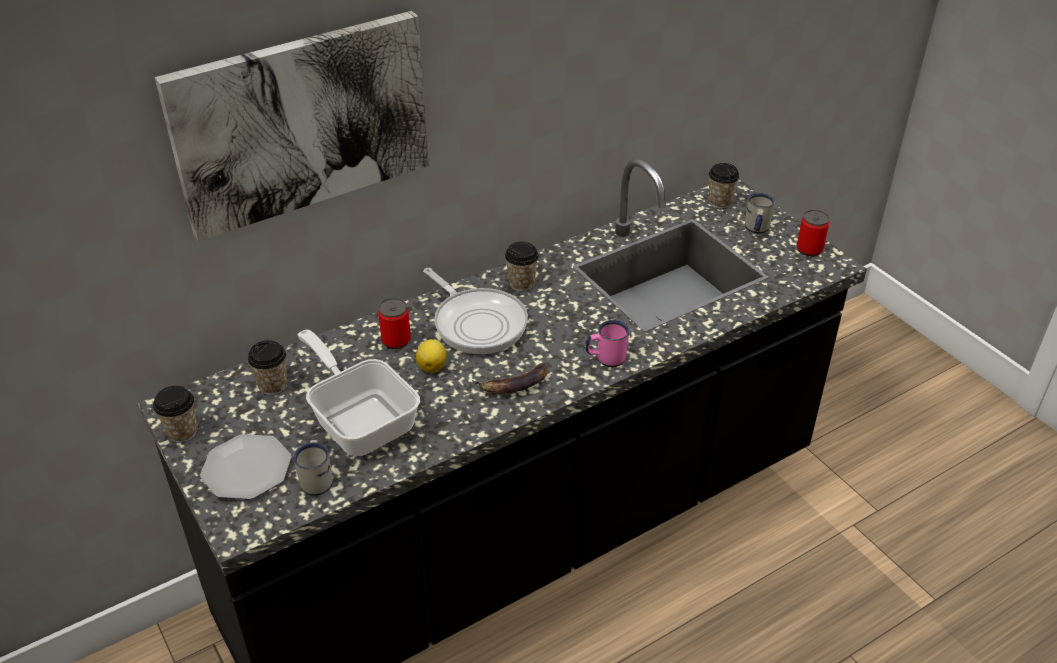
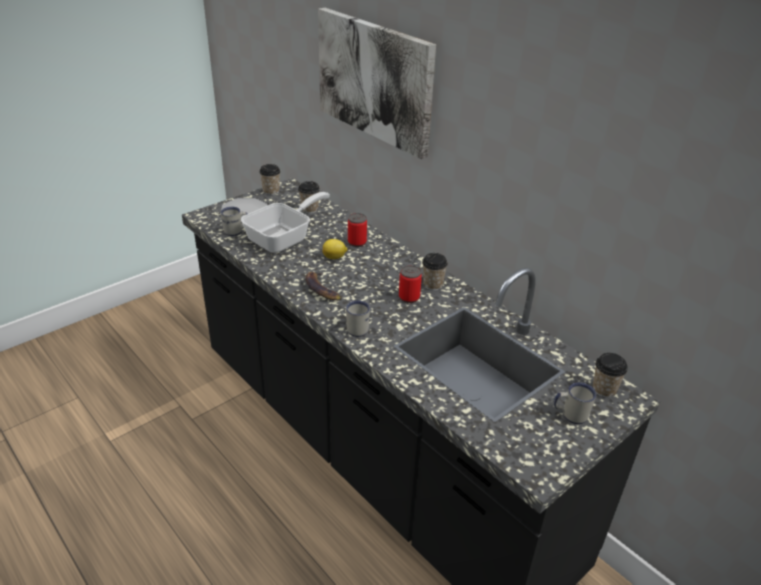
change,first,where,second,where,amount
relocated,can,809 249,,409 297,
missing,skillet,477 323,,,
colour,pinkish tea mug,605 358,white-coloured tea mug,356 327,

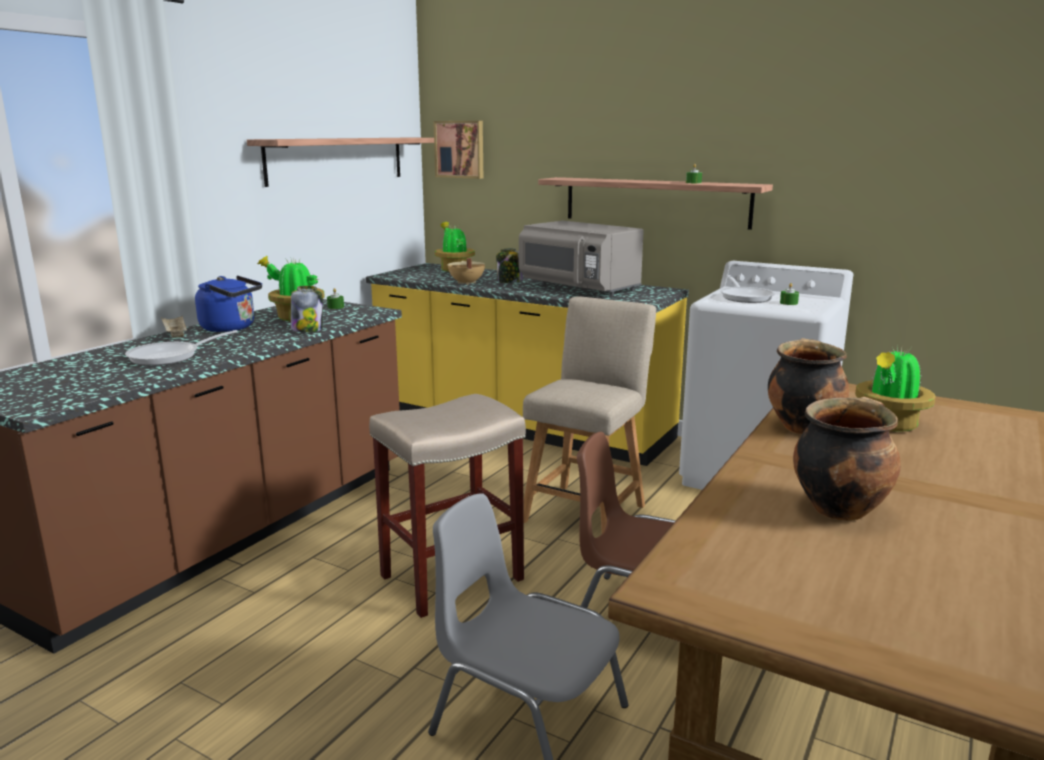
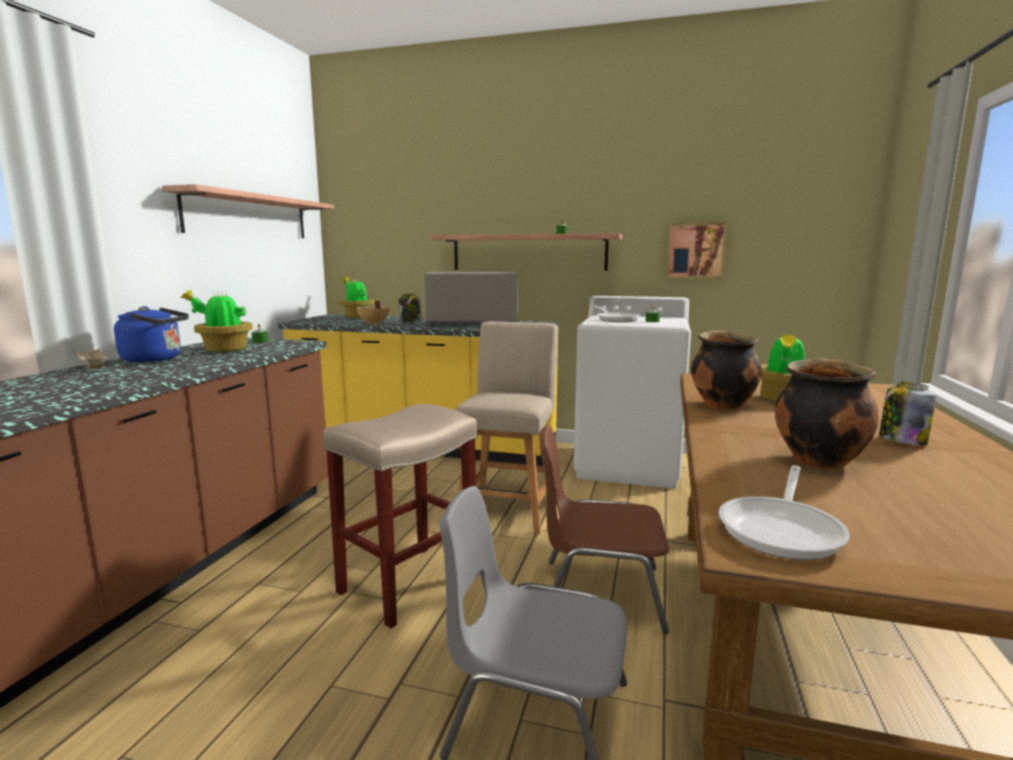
change,first,where,second,where,amount
relocated,wall picture,460 149,,695 250,
spun,grey microwave oven,579 288,,472 323,150 degrees clockwise
relocated,storage jar,307 330,,901 440,
relocated,skillet,170 357,,782 530,

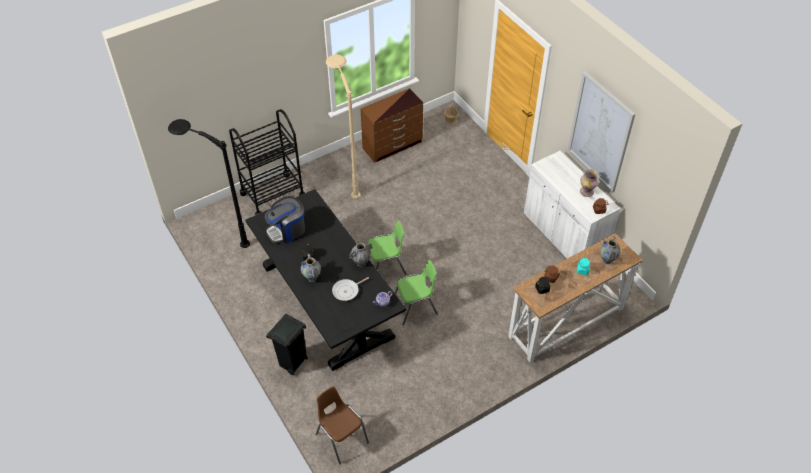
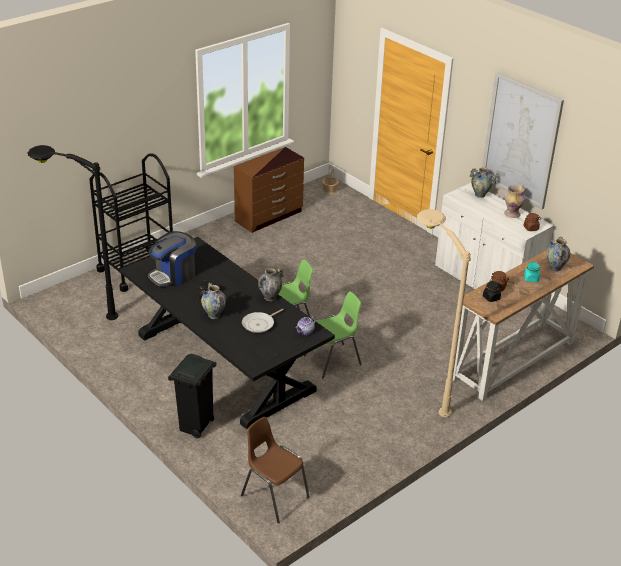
change,first,where,second,where,amount
relocated,beige floor lamp,347 175,,422 388,
appeared,,,decorative vase,480 195,

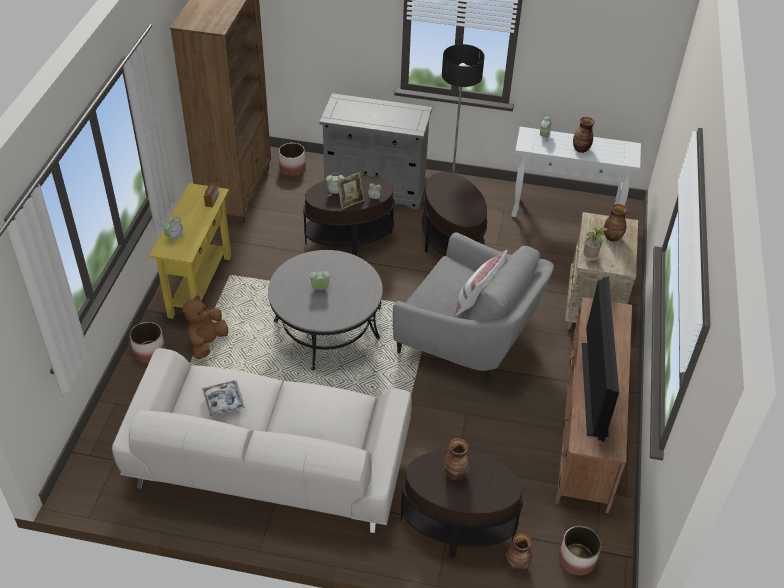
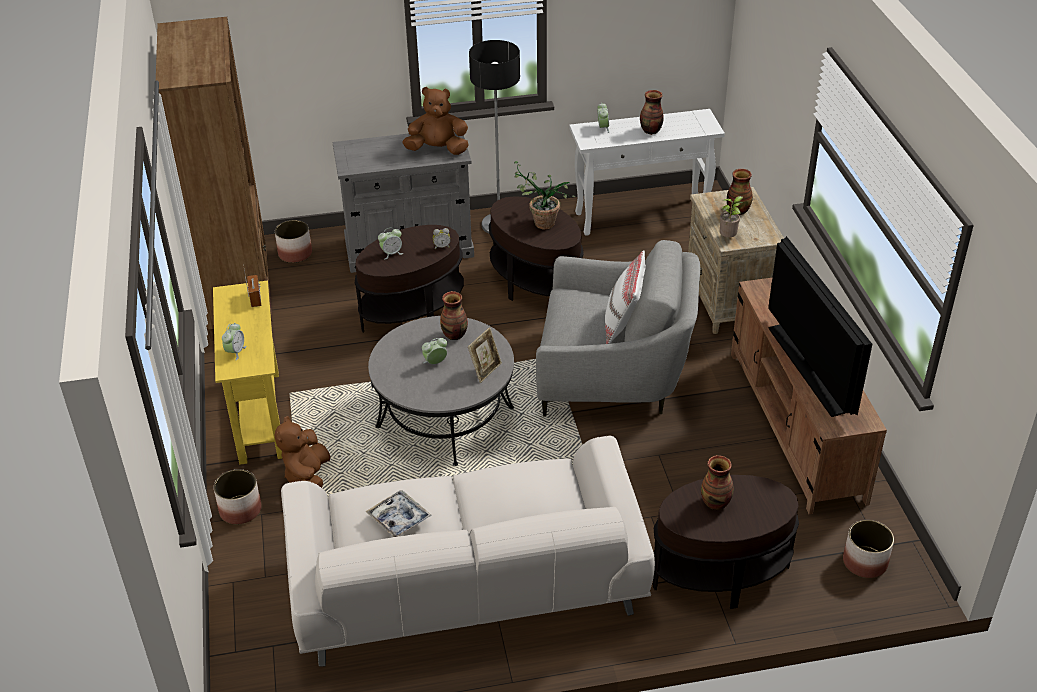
change,first,where,second,where,amount
relocated,photo frame,350 202,,485 370,
relocated,decorative vase,517 565,,455 335,
appeared,,,brown soft toy,438 150,
appeared,,,houseplant,539 223,

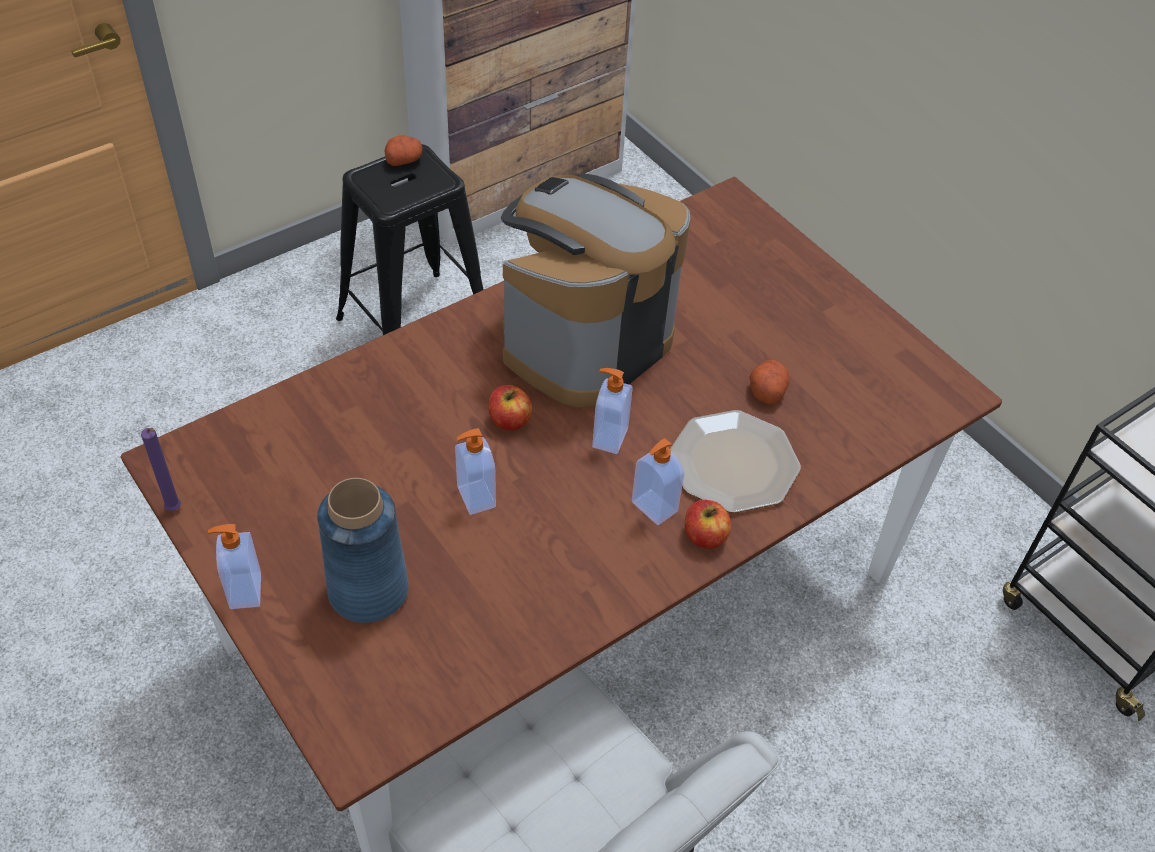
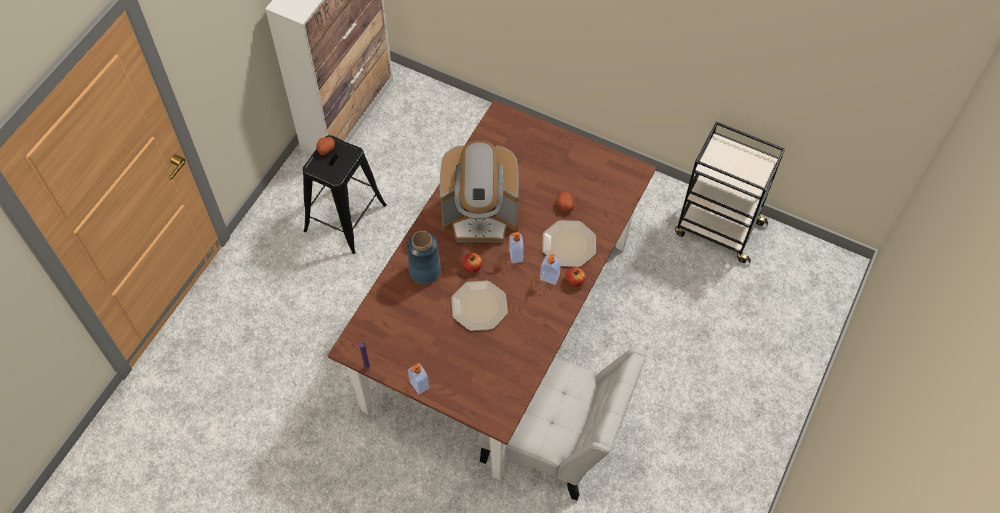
change,first,where,second,where,amount
spun,coffee machine,585 342,,480 216,105 degrees counterclockwise
exchanged,soap dispenser,474 497,plate,479 306,
relocated,bluish decorative vase,369 590,,425 270,

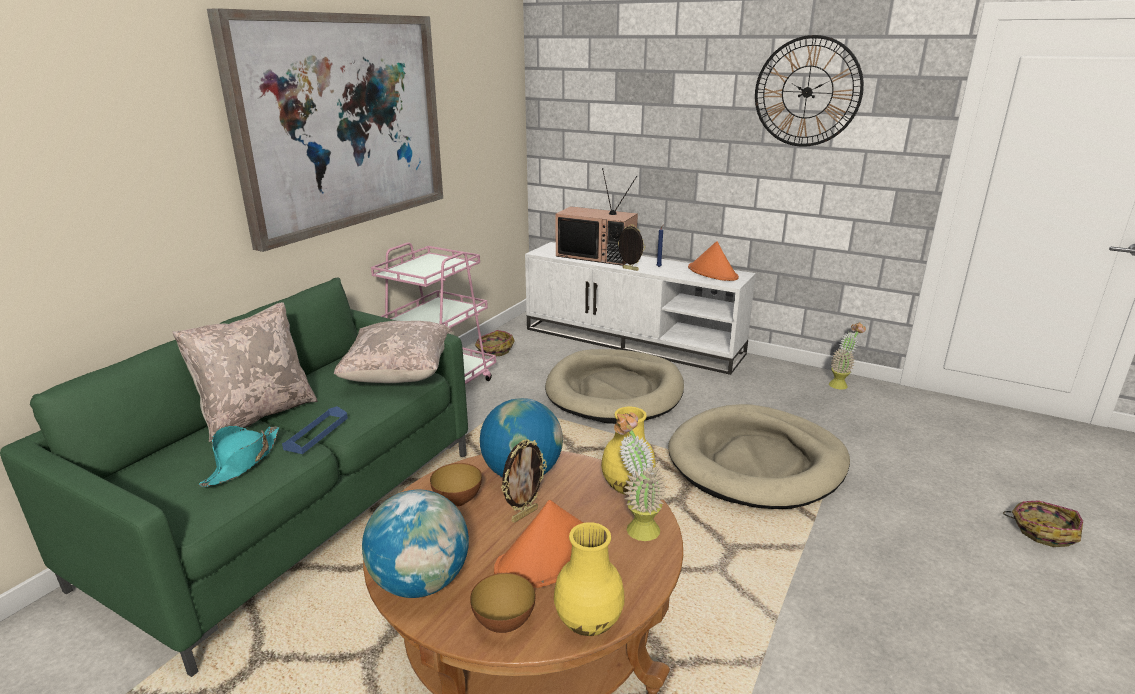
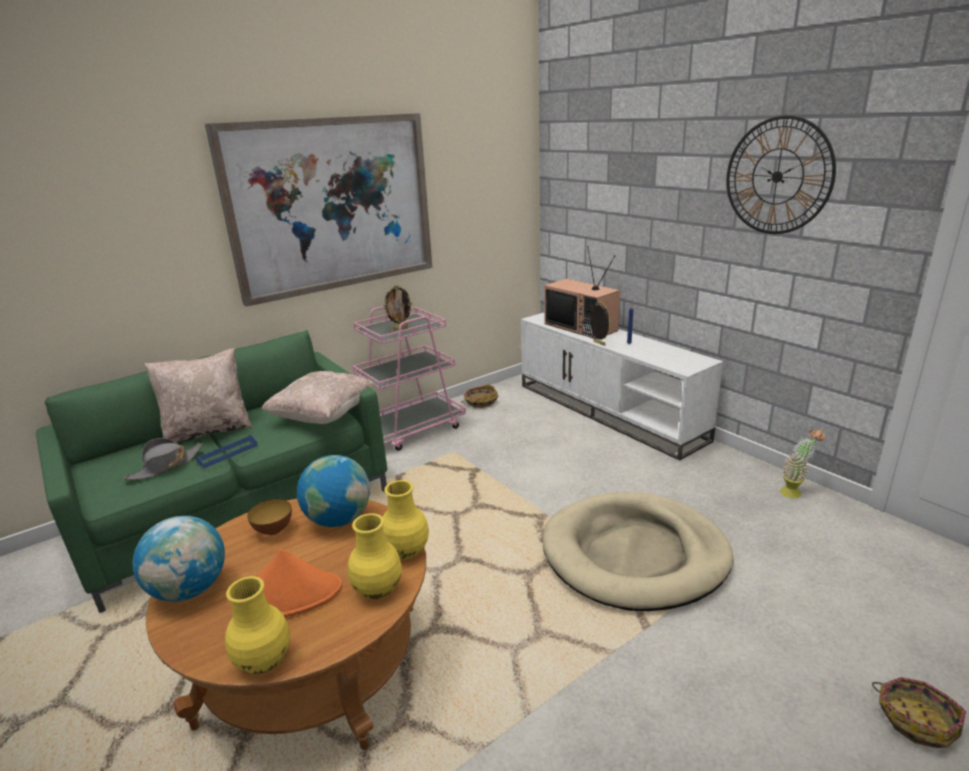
change,first,where,second,where,amount
missing,orange-coloured wearable hat,713 273,,,
missing,beige pet bed,615 391,,,
exchanged,houseplant,636 526,yellowish decorative vase,378 589,
colour,blue-green wearable hat,243 462,grey wearable hat,166 466,
relocated,photo frame,524 514,,400 329,
missing,bowl,504 623,,,

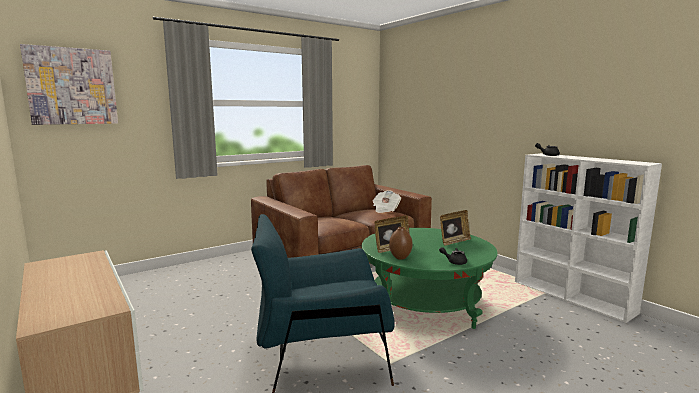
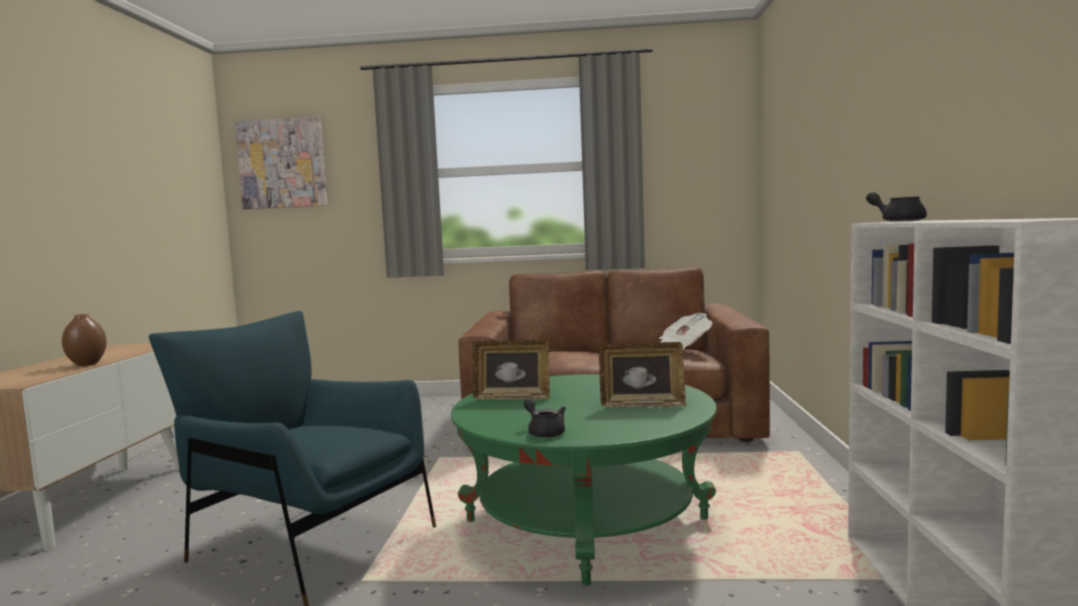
change,first,where,second,where,amount
relocated,brown decorative vase,400 258,,86 364,

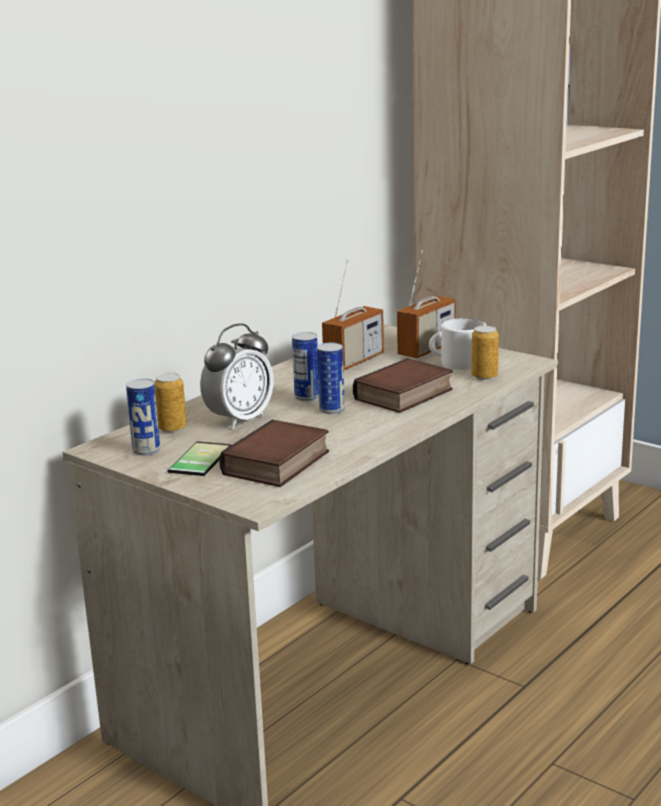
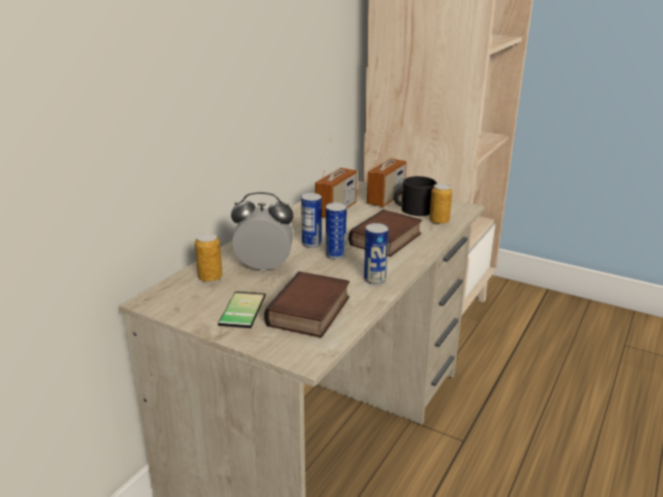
change,first,where,second,where,amount
colour,white-coloured tea mug,457 362,blackish tea mug,413 210,
spun,alarm clock,239 419,,264 267,120 degrees counterclockwise
relocated,can,146 450,,374 279,

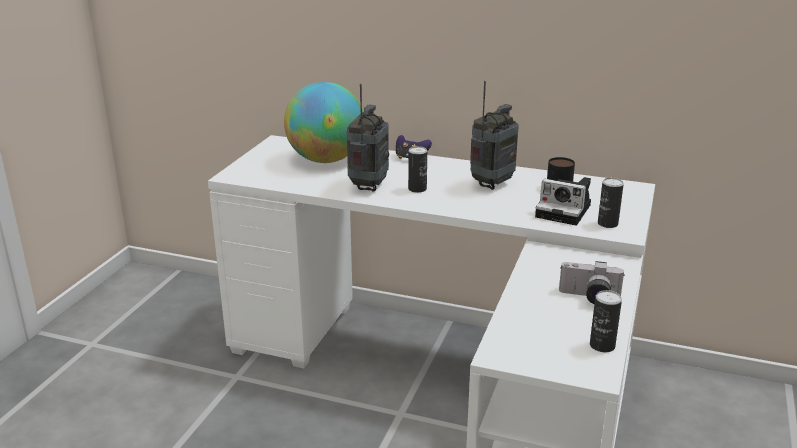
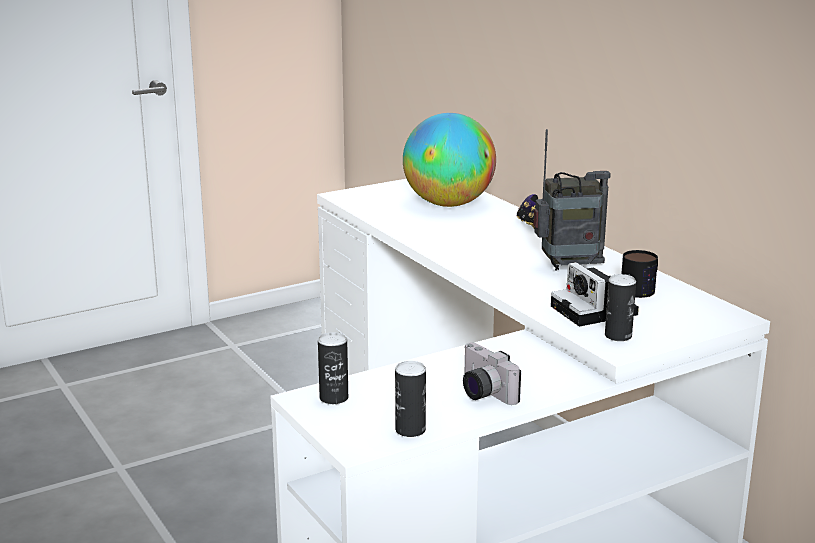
change,first,where,second,where,amount
missing,radio set,369 186,,,
relocated,can,417 189,,334 398,

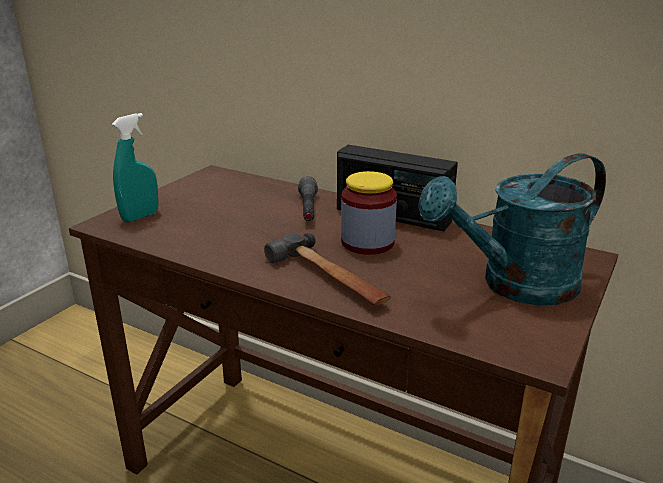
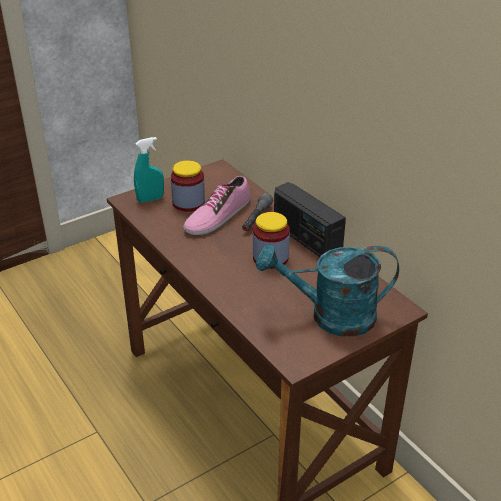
change,first,where,second,where,amount
missing,hammer,329 279,,,
appeared,,,storage jar,188 203,
appeared,,,shoe,217 216,

